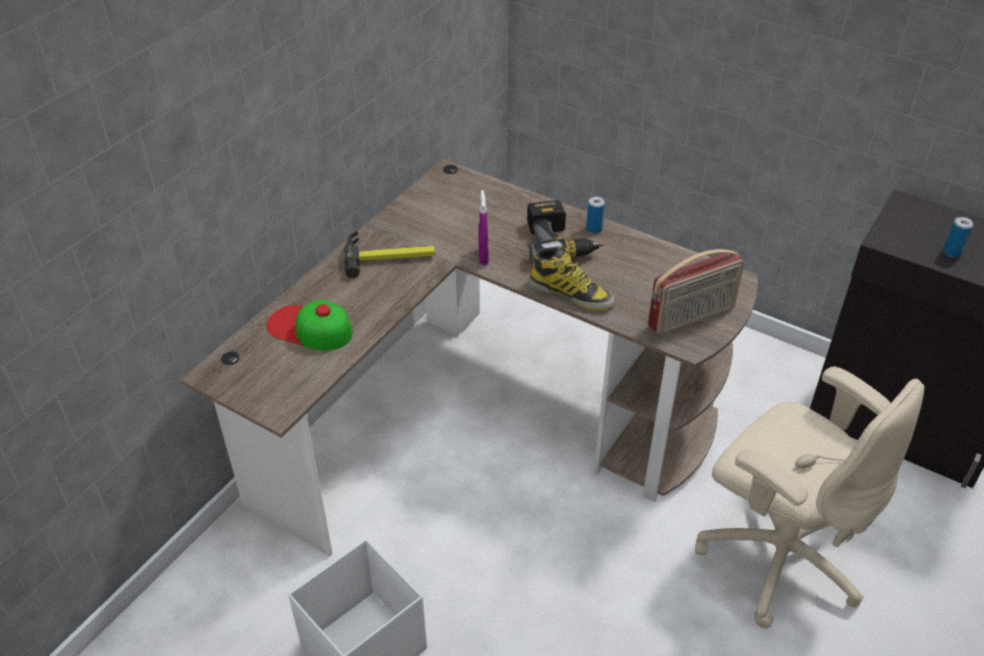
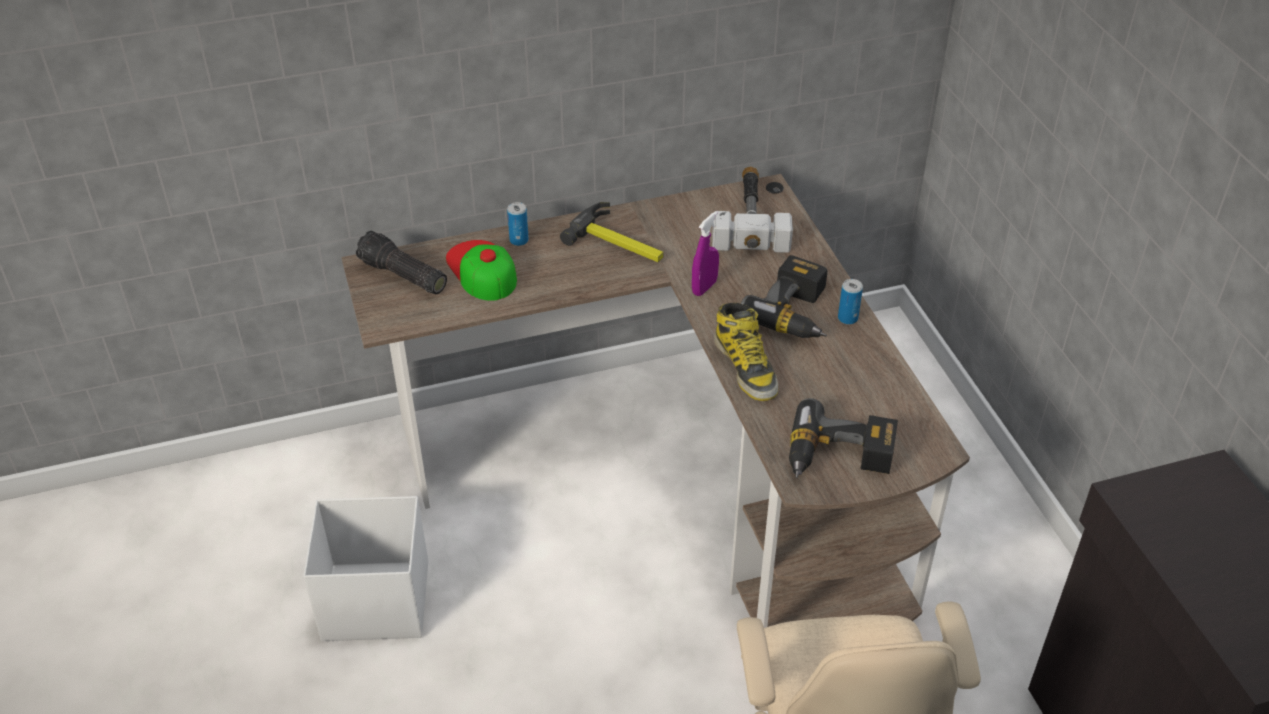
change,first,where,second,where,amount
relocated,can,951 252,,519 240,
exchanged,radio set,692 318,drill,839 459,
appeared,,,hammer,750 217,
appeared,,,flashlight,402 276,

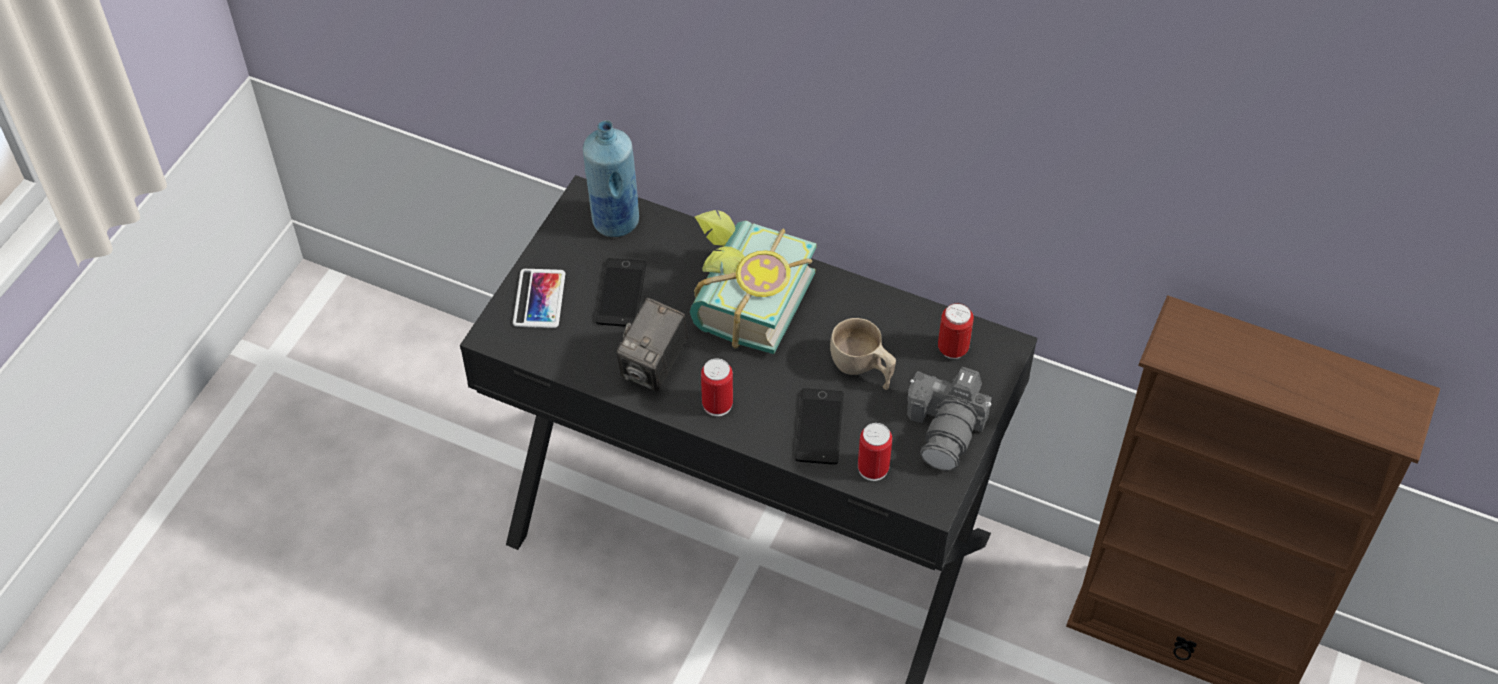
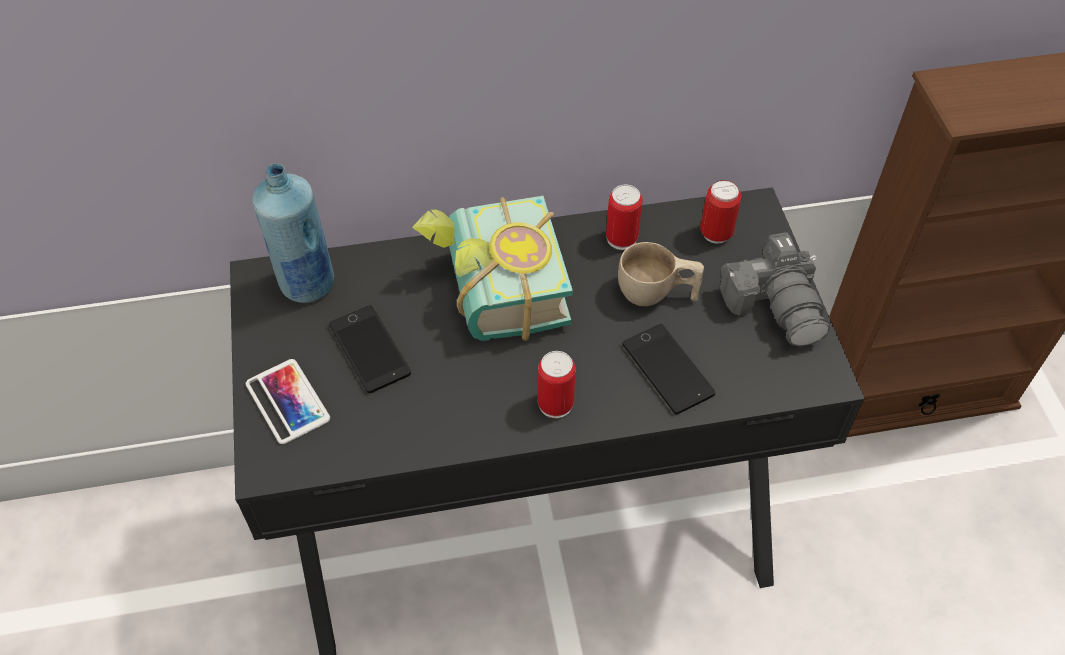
change,first,where,second,where,amount
missing,photo camera,654 366,,,
relocated,can,873 468,,621 238,

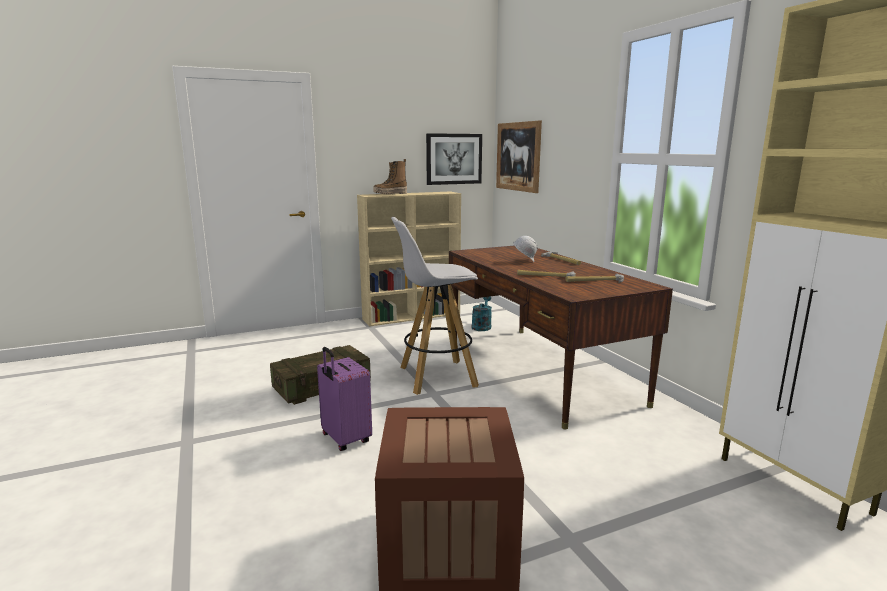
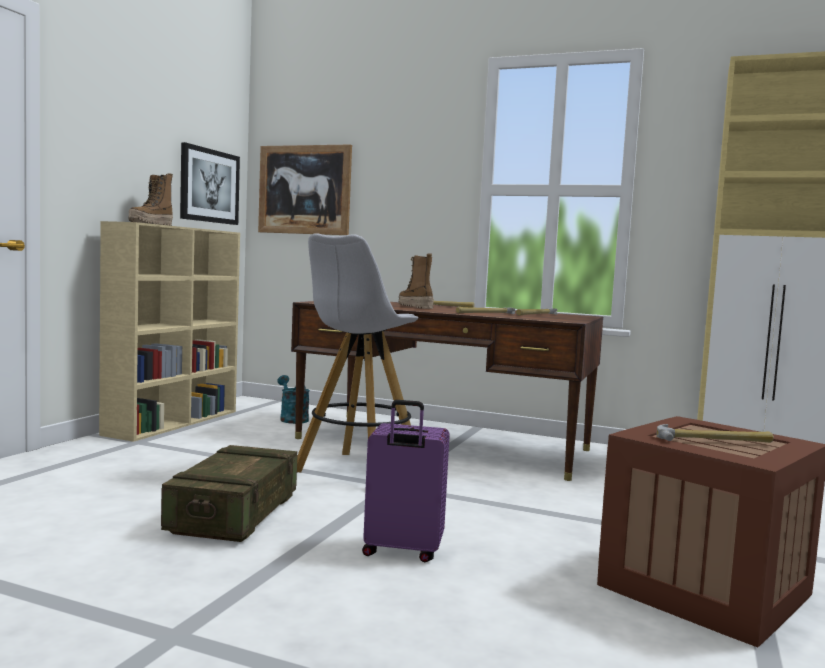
change,first,where,second,where,amount
exchanged,white-coloured work helmet,524 261,tall boot,415 307,
appeared,,,hammer,713 440,

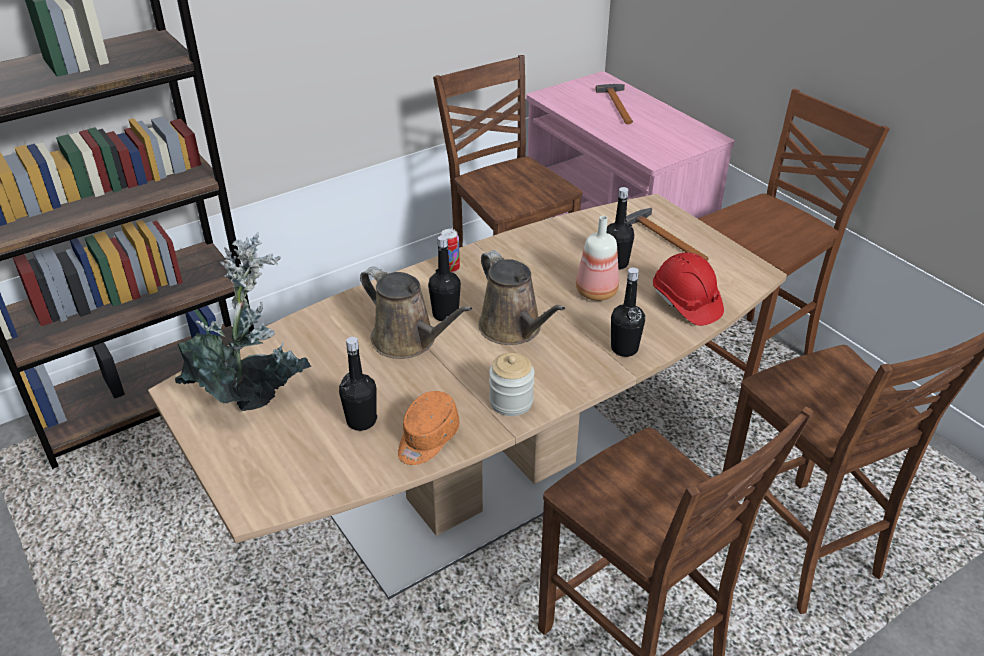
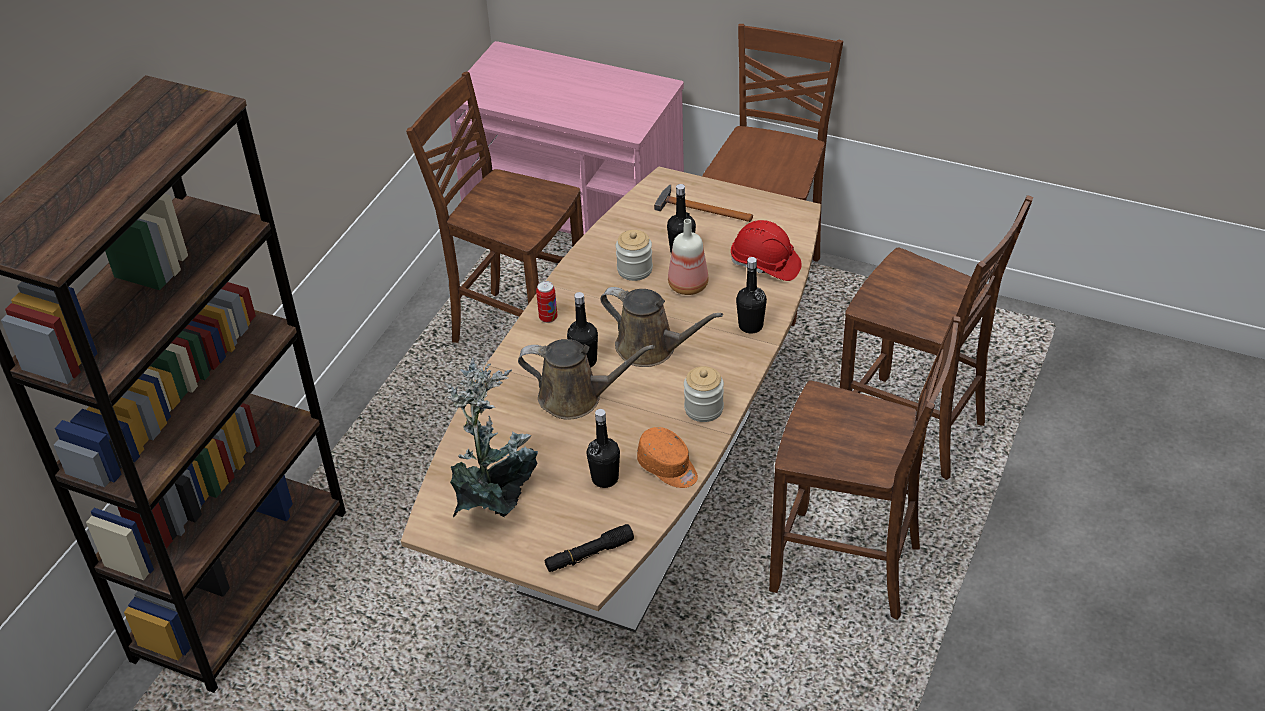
change,first,where,second,where,amount
missing,hammer,617 104,,,
spun,orange-coloured cap,427 439,,668 467,45 degrees counterclockwise
appeared,,,storage jar,634 270,
appeared,,,blackish flashlight,589 554,

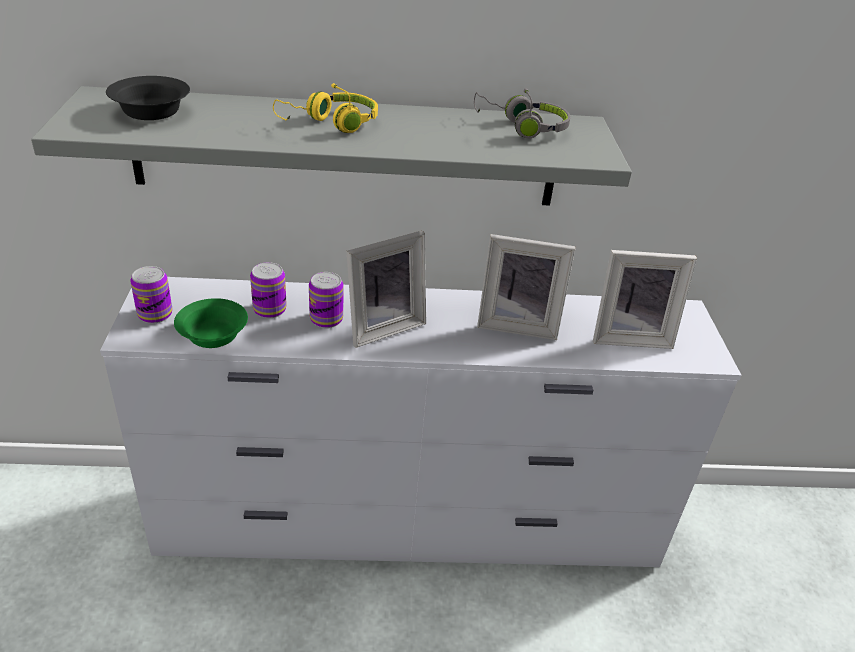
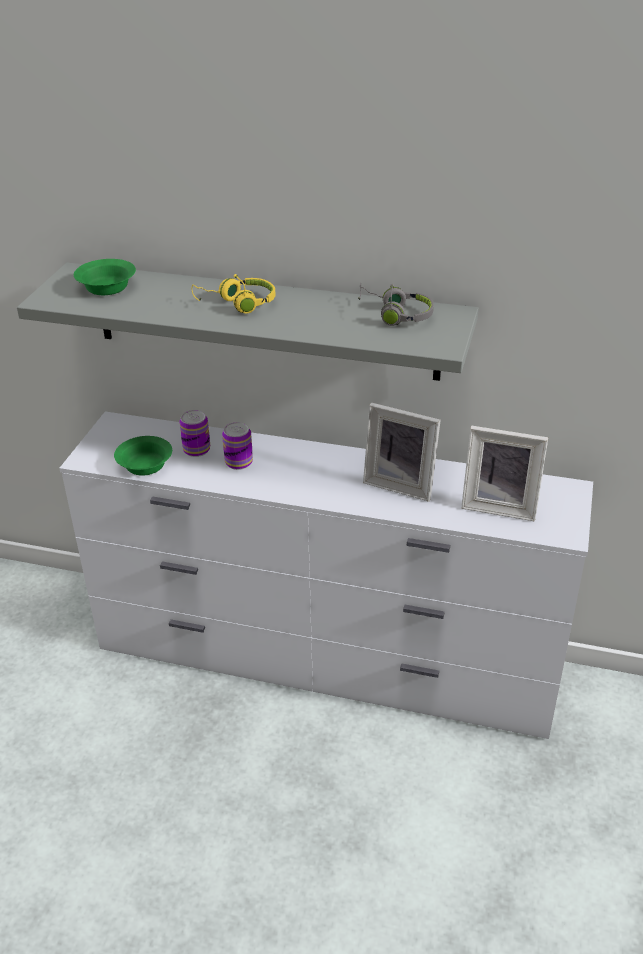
change,first,where,second,where,amount
colour,blackish bowl,151 113,greenish bowl,107 288,
missing,photo frame,382 326,,,
missing,can,155 314,,,

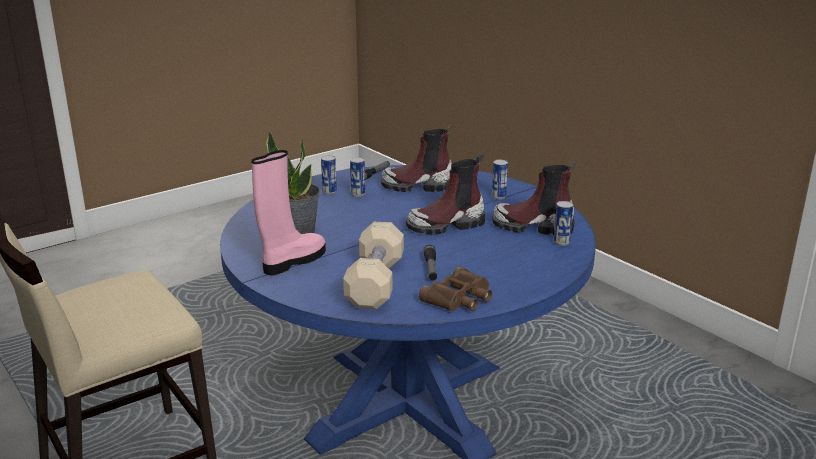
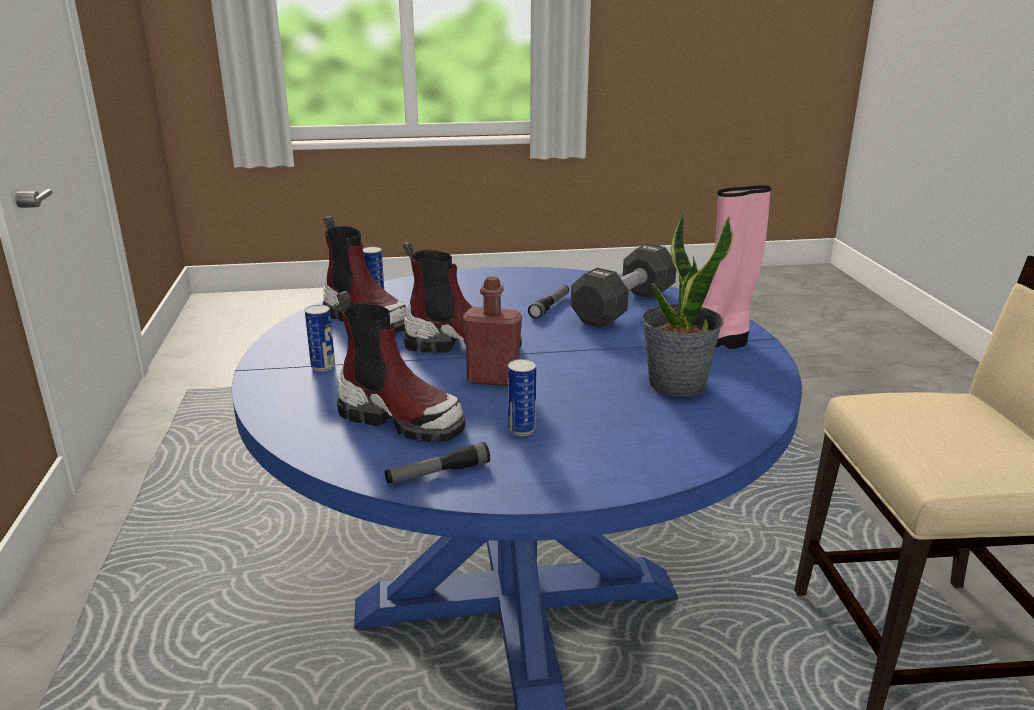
change,first,where,second,where,amount
missing,can,329 192,,,
colour,beige dumbbell,375 282,blackish dumbbell,624 307,
missing,brown binoculars,459 298,,,
appeared,,,reddish drink bottle,493 379,

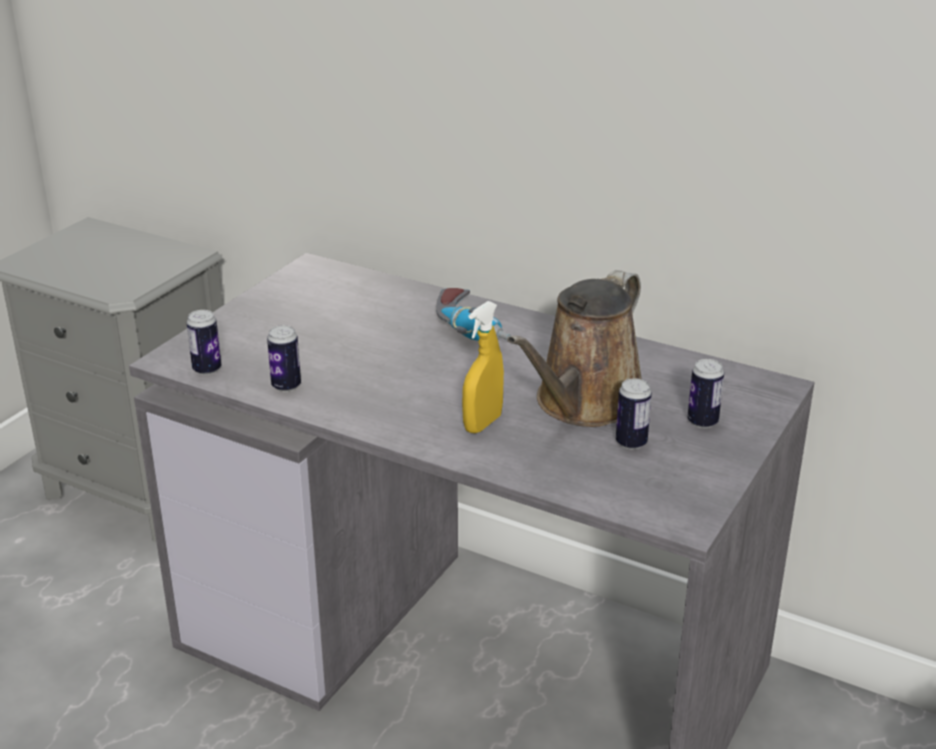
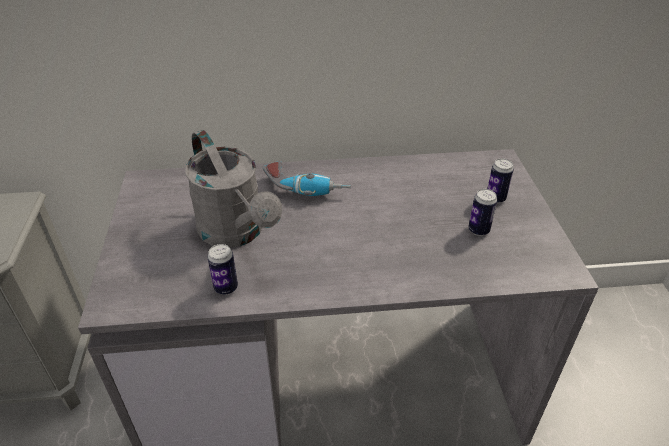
change,first,where,second,where,amount
missing,brown watering pot,584 404,,,
missing,yellowish hand sprayer,482 423,,,
missing,can,207 369,,,
appeared,,,grey watering pot,237 233,

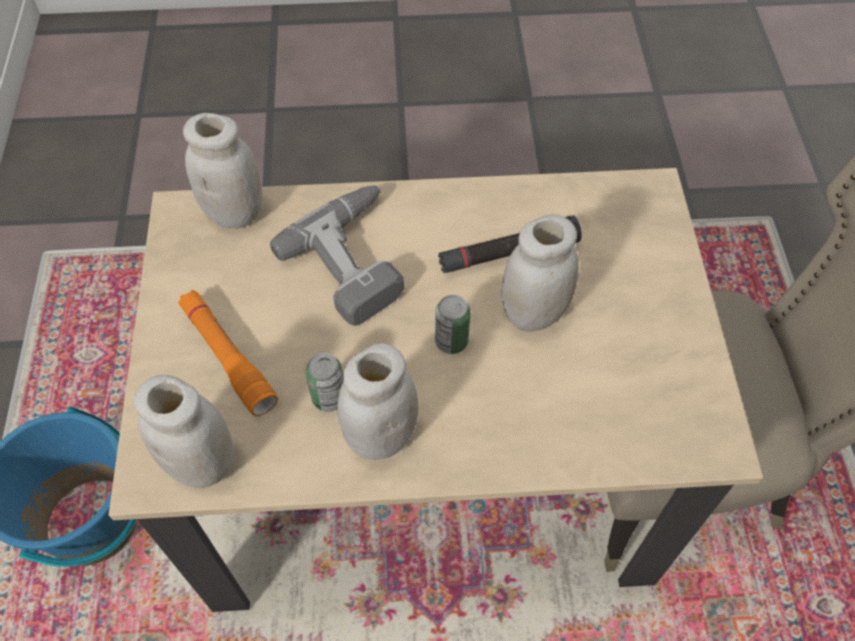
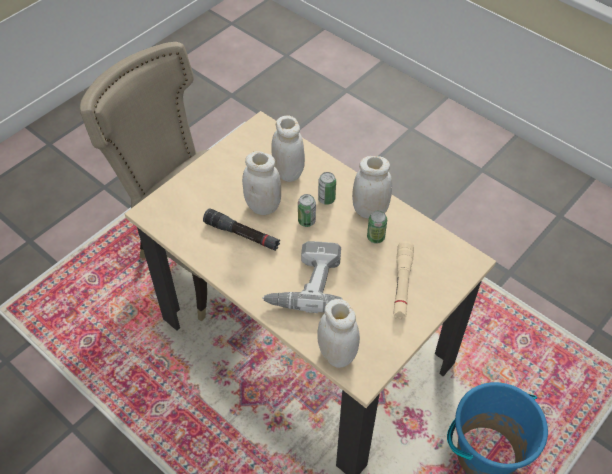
change,first,where,second,where,amount
colour,orange-coloured flashlight,228 357,beige flashlight,402 284,
relocated,white-coloured storage jar,201 463,,288 172,
appeared,,,can,326 199,

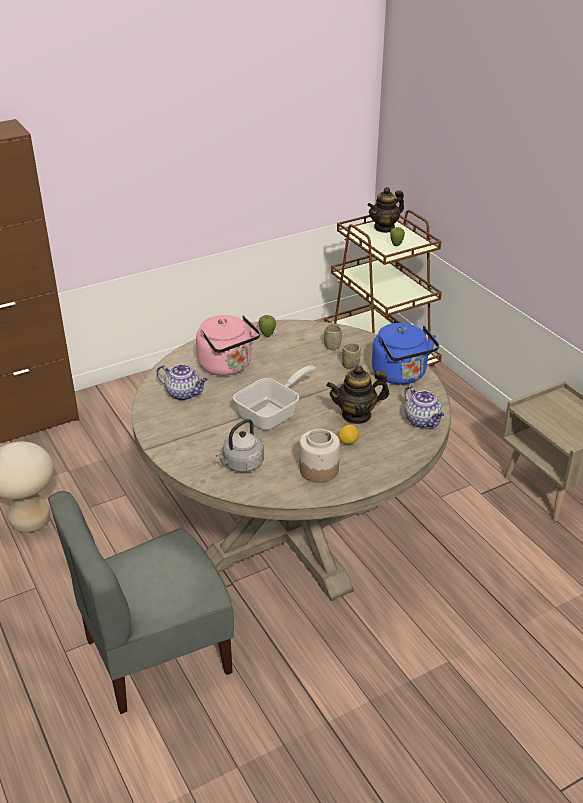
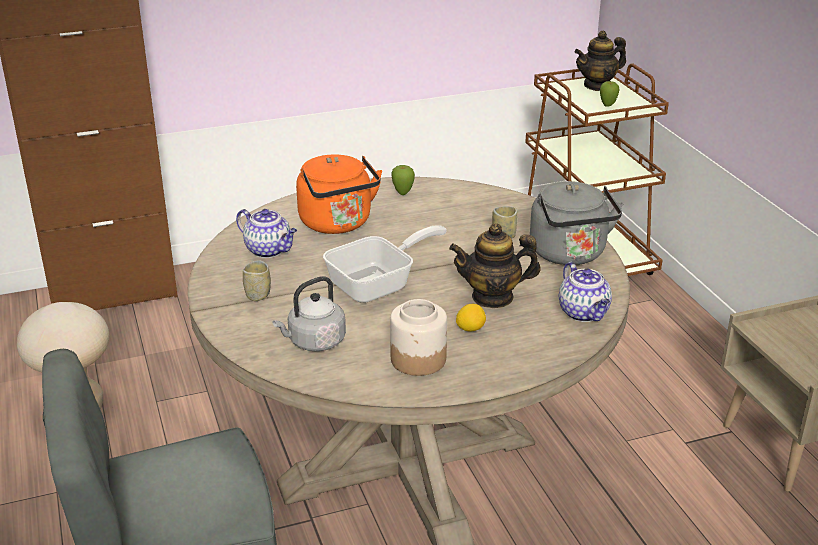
change,first,where,second,where,amount
colour,pinkish water kettle,227 366,orange-coloured water kettle,338 224,
colour,bluish water kettle,401 375,grey water kettle,570 254,
relocated,cup,332 346,,258 295,

